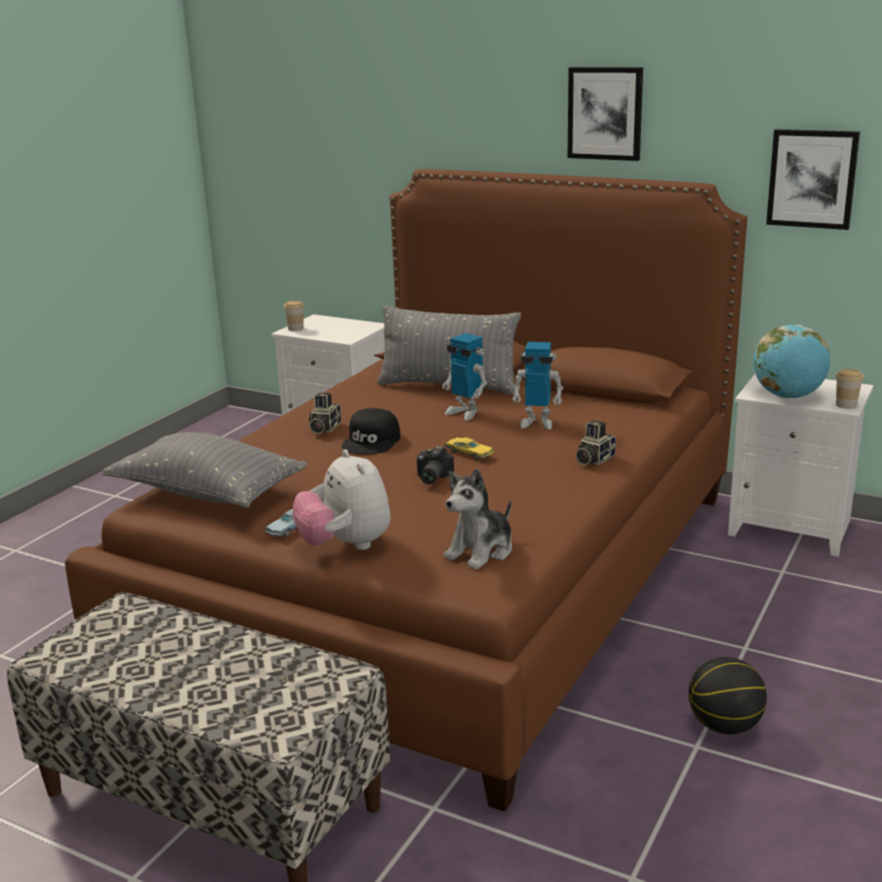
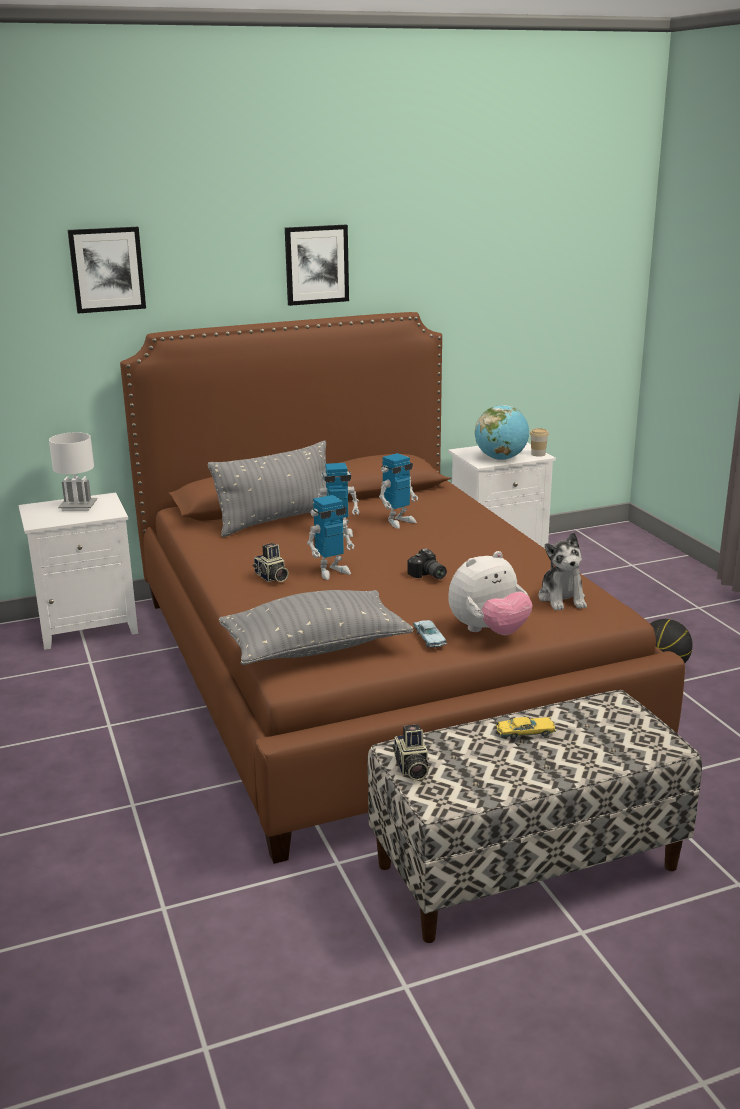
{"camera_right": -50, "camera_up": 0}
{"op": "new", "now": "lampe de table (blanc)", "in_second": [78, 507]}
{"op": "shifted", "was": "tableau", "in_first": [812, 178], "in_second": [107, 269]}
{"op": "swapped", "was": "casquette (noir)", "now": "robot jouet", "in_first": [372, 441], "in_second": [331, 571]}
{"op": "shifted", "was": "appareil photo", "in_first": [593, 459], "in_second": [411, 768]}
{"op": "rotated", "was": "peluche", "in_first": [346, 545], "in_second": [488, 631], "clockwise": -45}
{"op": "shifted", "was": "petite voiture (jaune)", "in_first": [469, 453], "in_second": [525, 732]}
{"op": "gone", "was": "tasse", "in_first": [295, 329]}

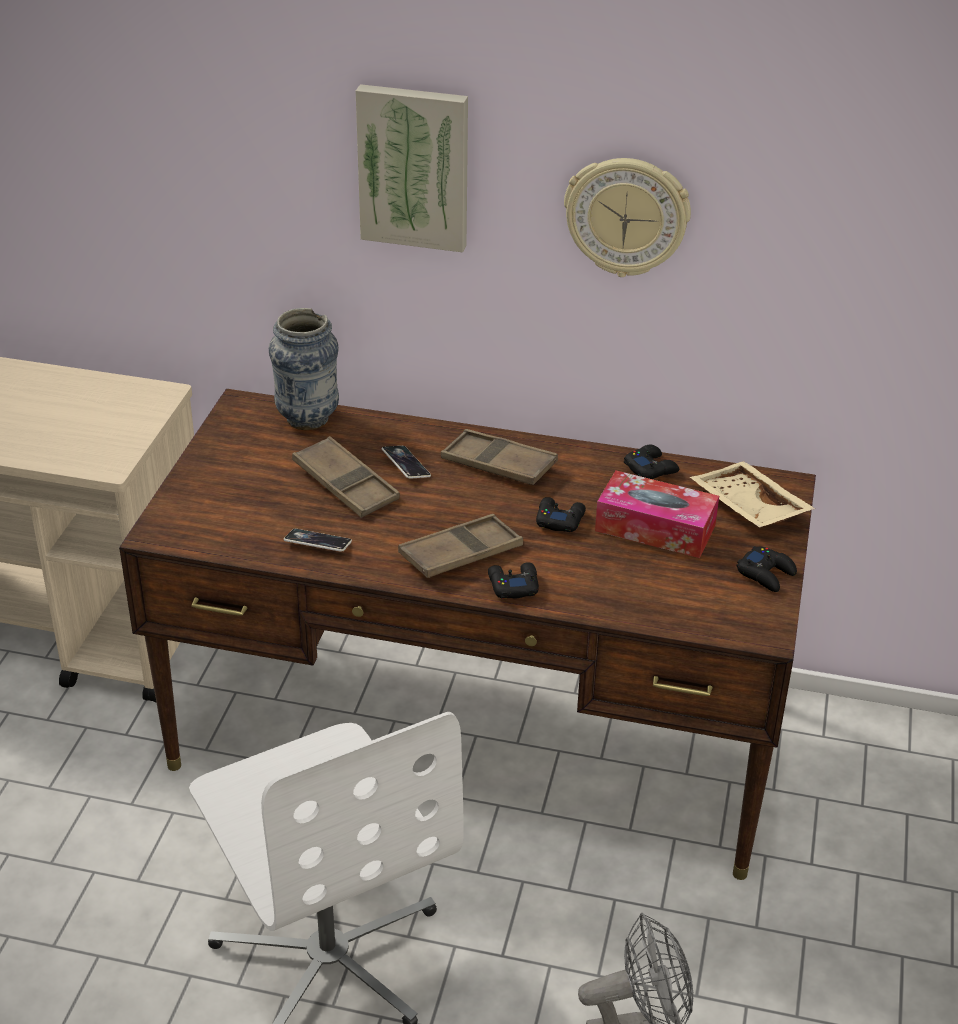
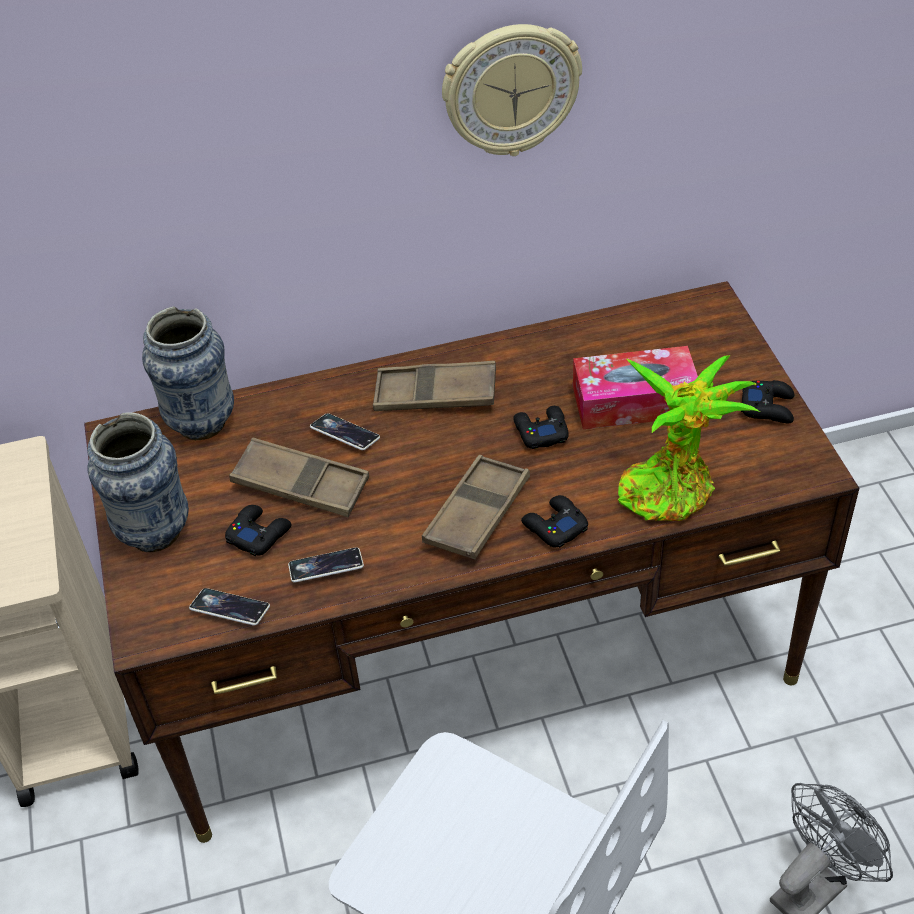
{"camera_right": -25, "camera_up": 10}
{"op": "new", "now": "vase", "in_second": [154, 532]}
{"op": "new", "now": "téléphone", "in_second": [230, 609]}
{"op": "shifted", "was": "manette (noir)", "in_first": [650, 468], "in_second": [258, 534]}
{"op": "new", "now": "plante en pot", "in_second": [671, 488]}
{"op": "gone", "was": "tableau", "in_first": [414, 166]}
{"op": "gone", "was": "plateau (beige)", "in_first": [747, 508]}

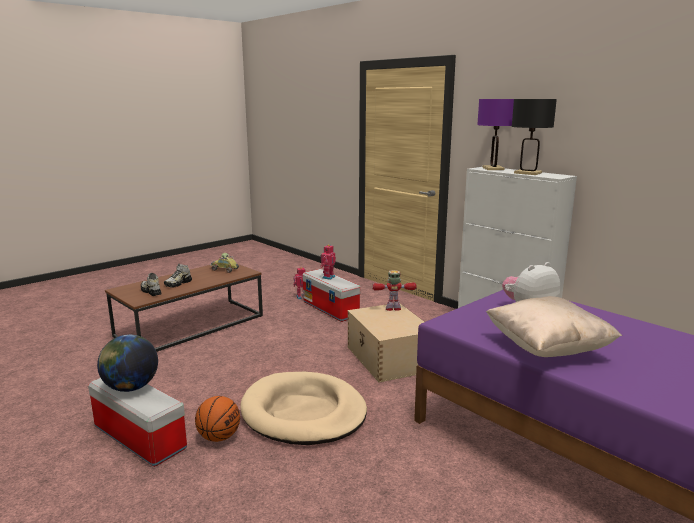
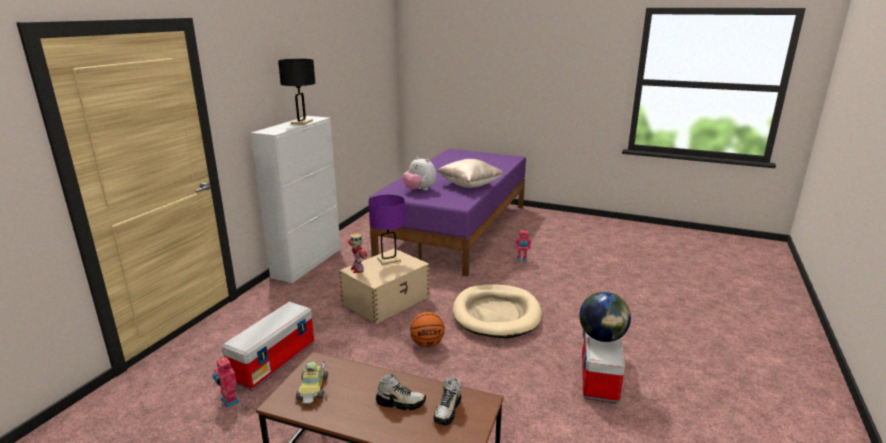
{"camera_right": -115, "camera_up": 5}
{"op": "shifted", "was": "lampe de table (violet)", "in_first": [493, 168], "in_second": [389, 260]}
{"op": "shifted", "was": "ballon de basket", "in_first": [219, 437], "in_second": [427, 344]}
{"op": "shifted", "was": "robot jouet", "in_first": [328, 277], "in_second": [522, 260]}

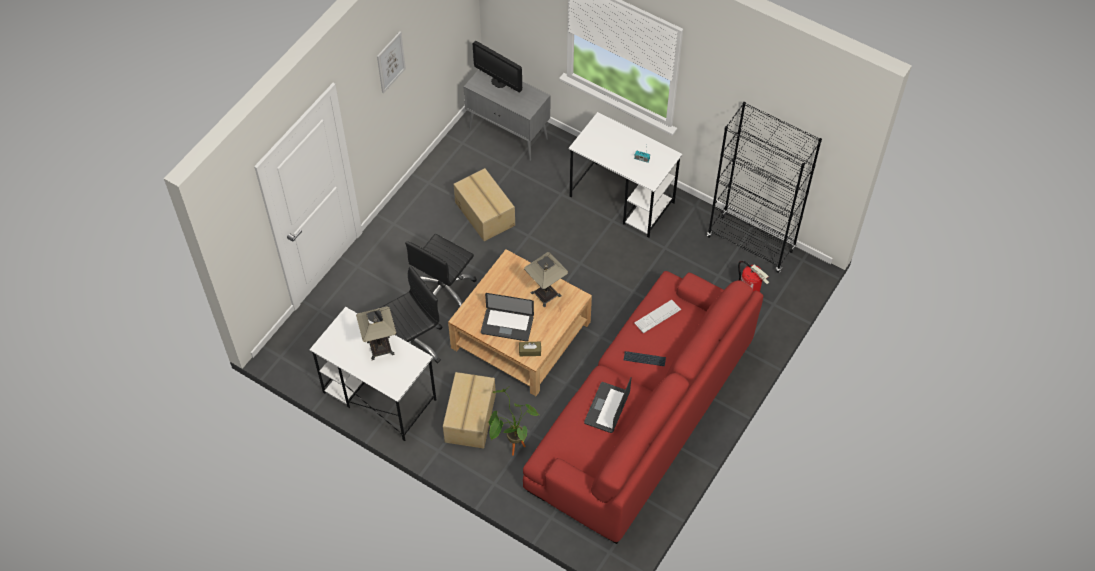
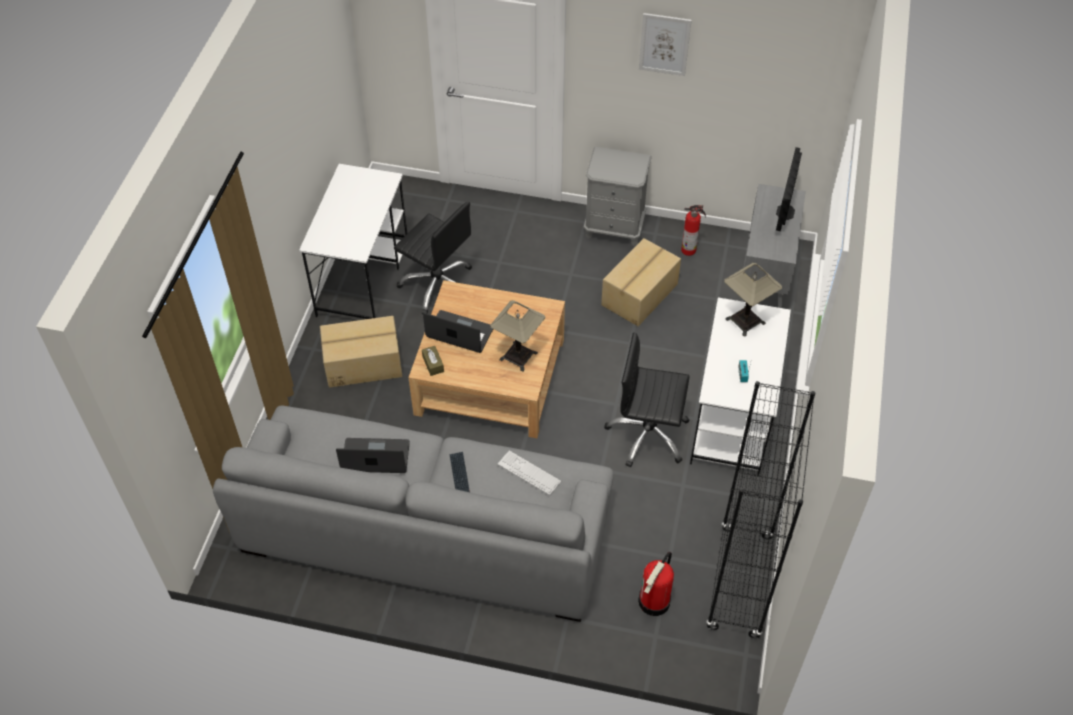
{"camera_right": 70, "camera_up": -5}
{"op": "repainted", "was": "canapé (rouge)", "now": "canapé (gris)", "in_first": [641, 415], "in_second": [426, 528]}
{"op": "rotated", "was": "ordinateur portable", "in_first": [507, 325], "in_second": [460, 333], "clockwise": 120}
{"op": "new", "now": "table de chevet (gris)", "in_second": [614, 228]}
{"op": "shifted", "was": "chaise de bureau (noir)", "in_first": [444, 290], "in_second": [648, 435]}
{"op": "new", "now": "extincteur", "in_second": [689, 250]}
{"op": "shifted", "was": "lampe de table", "in_first": [380, 348], "in_second": [745, 321]}
{"op": "gone", "was": "plante en pot", "in_first": [511, 447]}

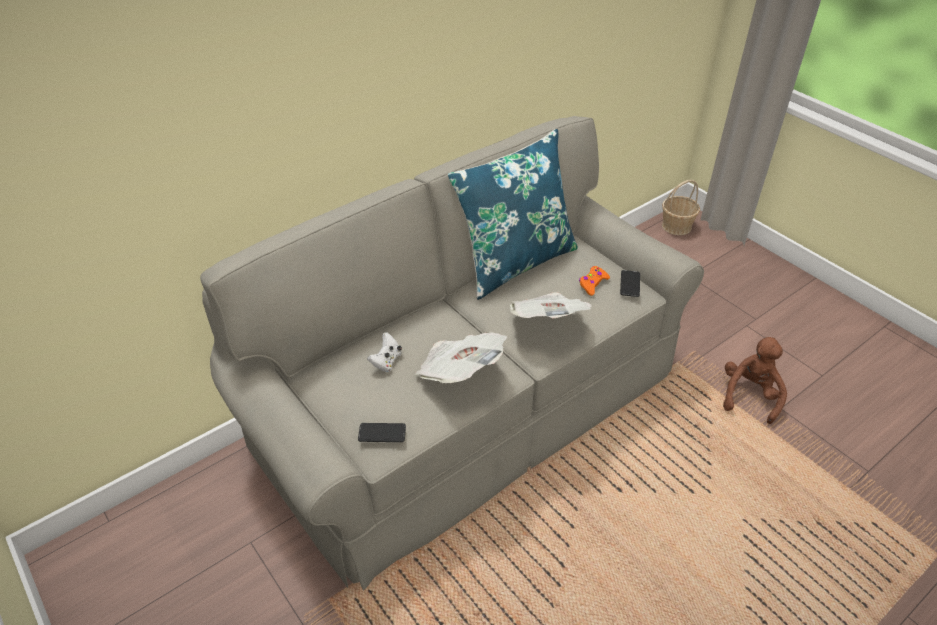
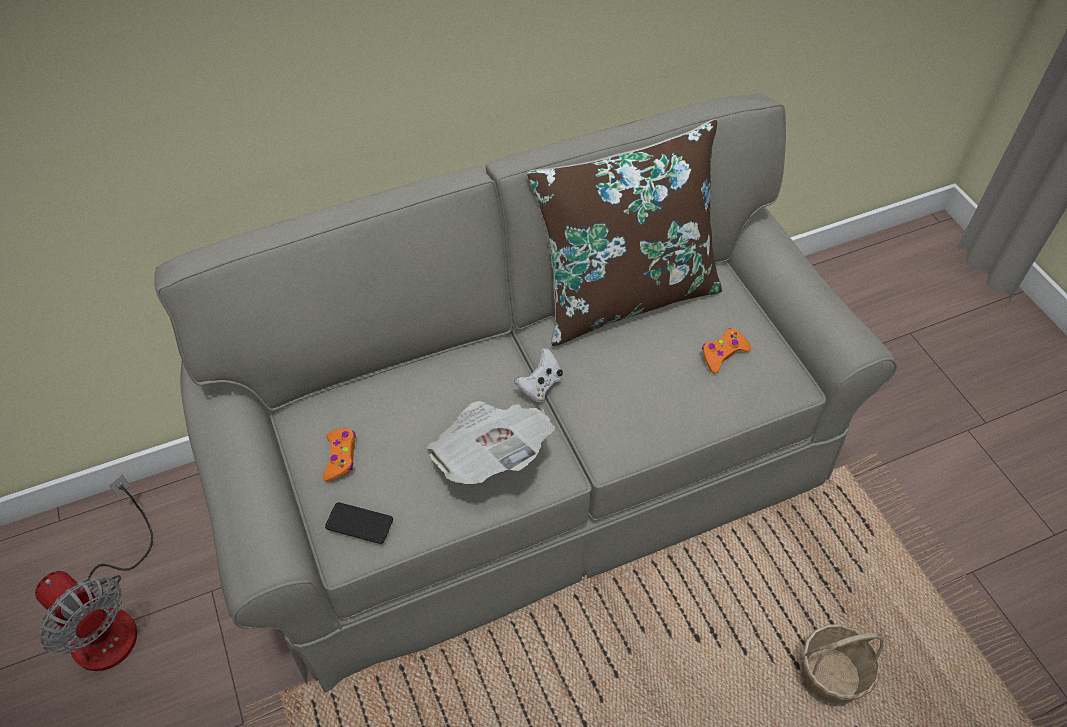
{"camera_right": 15, "camera_up": 10}
{"op": "new", "now": "ventilateur", "in_second": [111, 616]}
{"op": "new", "now": "manette (orange)", "in_second": [341, 457]}
{"op": "shifted", "was": "manette (blanc)", "in_first": [386, 361], "in_second": [540, 385]}
{"op": "repainted", "was": "coussin (bleu)", "now": "coussin (marron)", "in_first": [514, 262], "in_second": [625, 295]}
{"op": "shifted", "was": "panier", "in_first": [677, 226], "in_second": [830, 677]}
{"op": "gone", "was": "journal", "in_first": [548, 322]}
{"op": "gone", "was": "téléphone", "in_first": [630, 284]}
{"op": "gone", "was": "peluche (marron)", "in_first": [750, 395]}

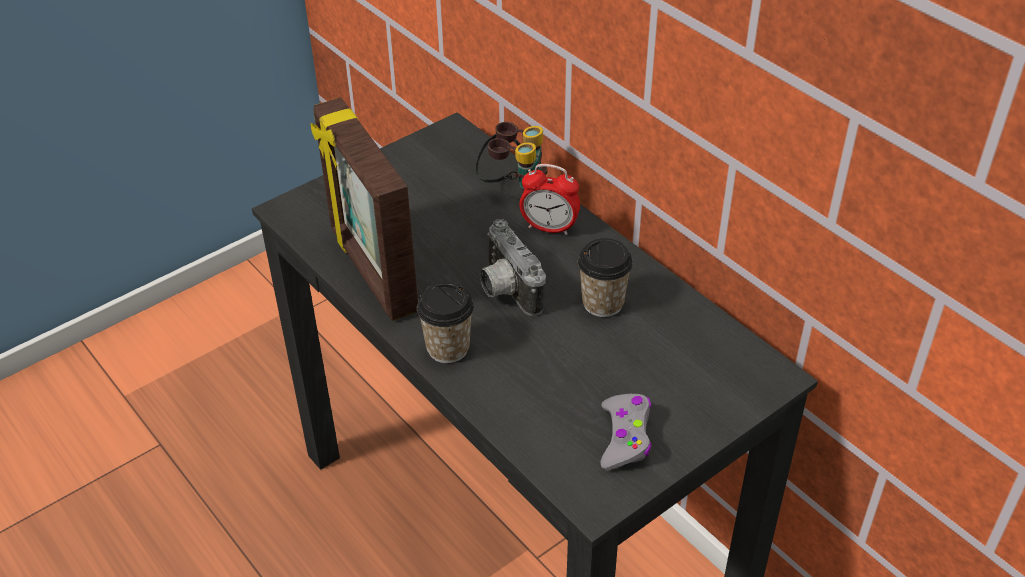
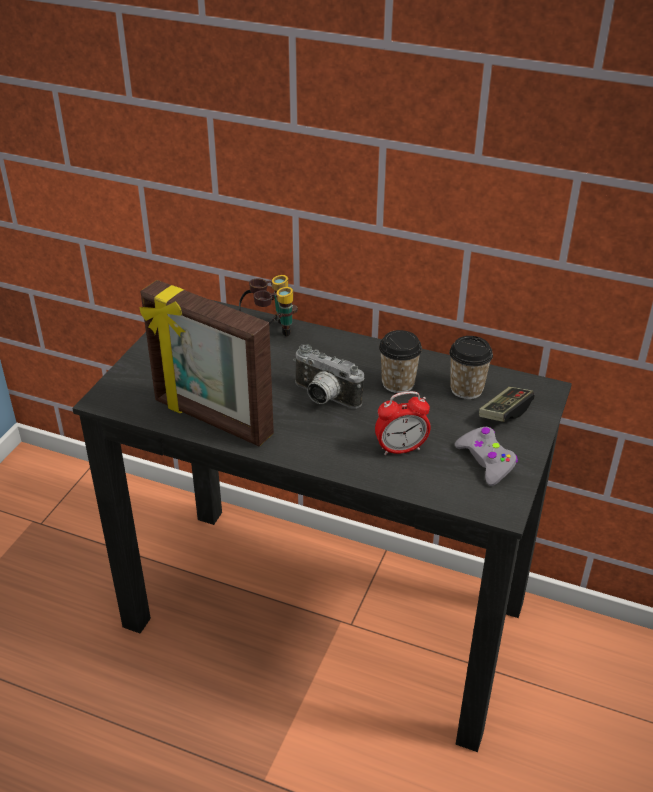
{"camera_right": -30, "camera_up": -5}
{"op": "shifted", "was": "réveil", "in_first": [549, 228], "in_second": [401, 449]}
{"op": "shifted", "was": "tasse", "in_first": [448, 348], "in_second": [466, 389]}
{"op": "new", "now": "manette", "in_second": [505, 413]}

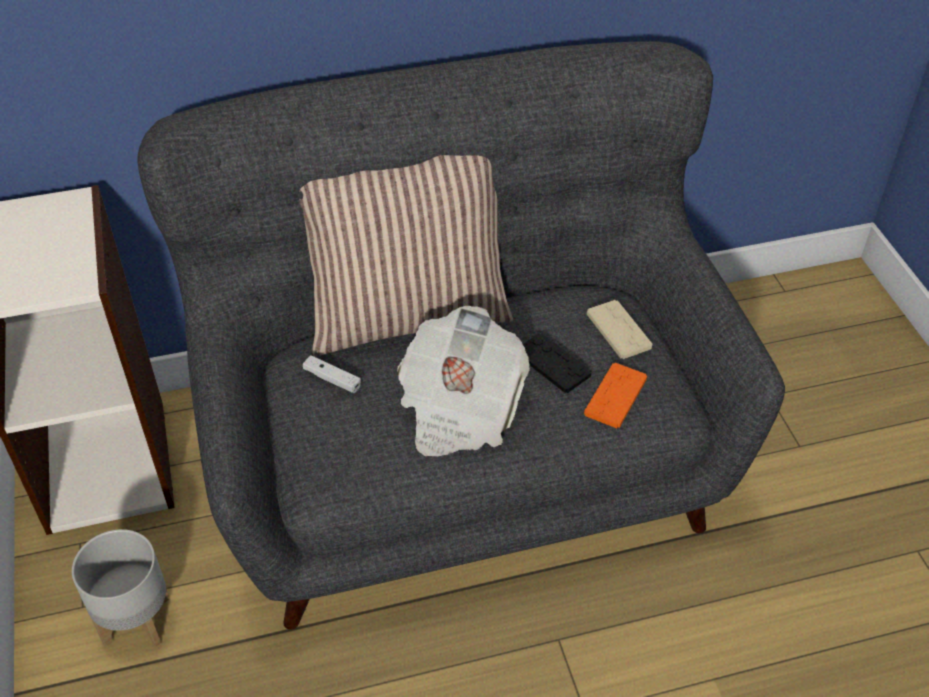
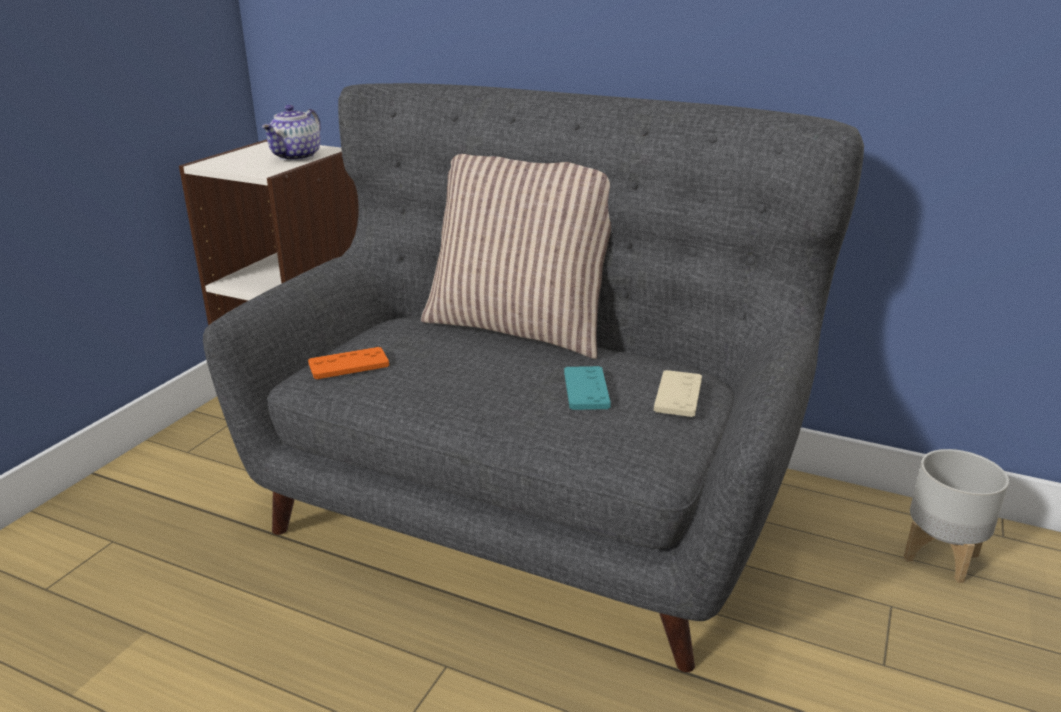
{"camera_right": 40, "camera_up": -20}
{"op": "new", "now": "théière", "in_second": [296, 157]}
{"op": "shifted", "was": "manette (orange)", "in_first": [615, 396], "in_second": [348, 365]}
{"op": "repainted", "was": "manette (noir)", "now": "manette (turquoise)", "in_first": [553, 364], "in_second": [586, 389]}
{"op": "shifted", "was": "cache-pot (gris)", "in_first": [135, 620], "in_second": [939, 556]}
{"op": "gone", "was": "manette (blanc)", "in_first": [332, 379]}
{"op": "gone", "was": "journal", "in_first": [459, 408]}

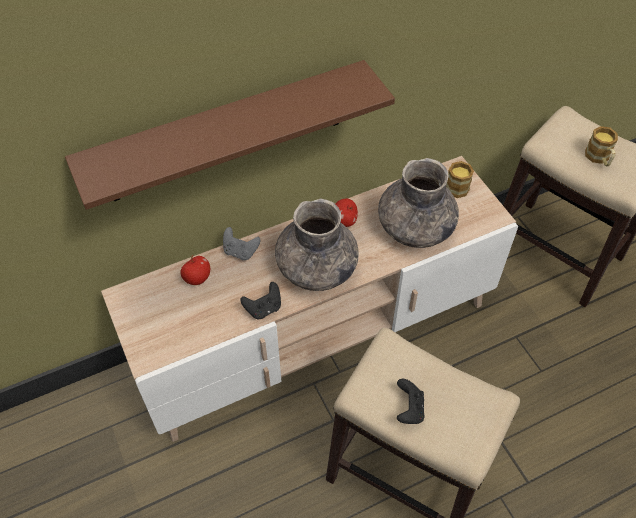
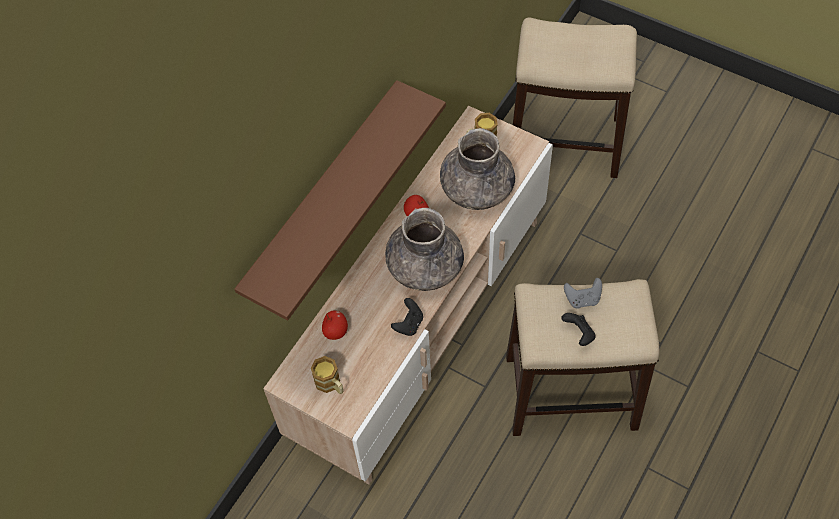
{"camera_right": -30, "camera_up": 5}
{"op": "shifted", "was": "mug", "in_first": [599, 158], "in_second": [331, 384]}
{"op": "shifted", "was": "manette (gris)", "in_first": [240, 251], "in_second": [582, 299]}

